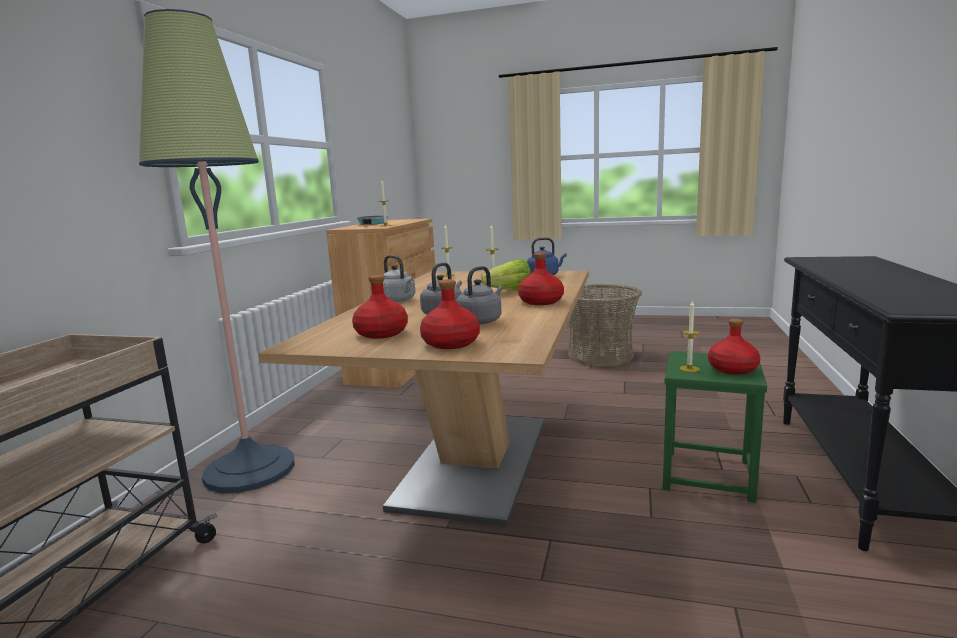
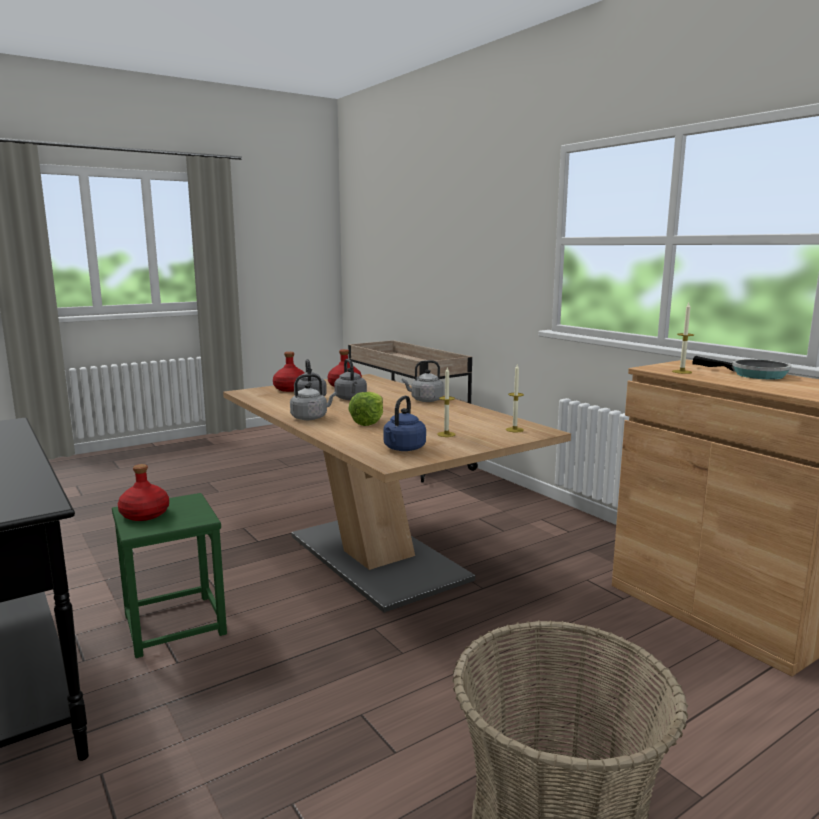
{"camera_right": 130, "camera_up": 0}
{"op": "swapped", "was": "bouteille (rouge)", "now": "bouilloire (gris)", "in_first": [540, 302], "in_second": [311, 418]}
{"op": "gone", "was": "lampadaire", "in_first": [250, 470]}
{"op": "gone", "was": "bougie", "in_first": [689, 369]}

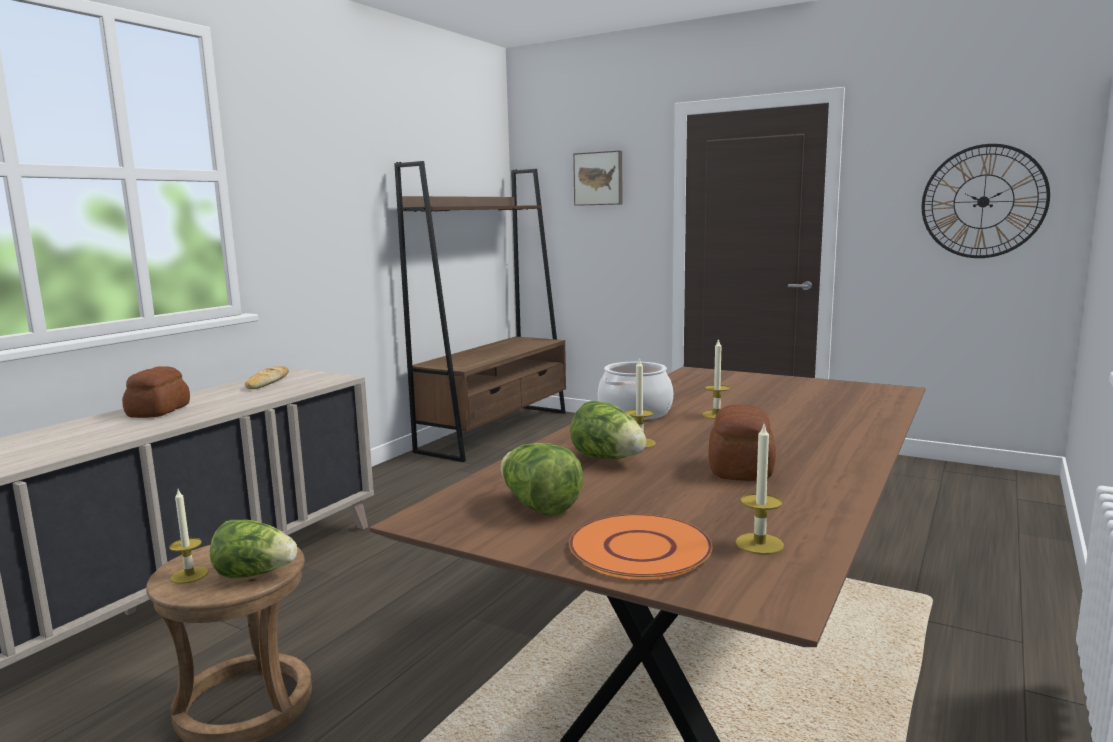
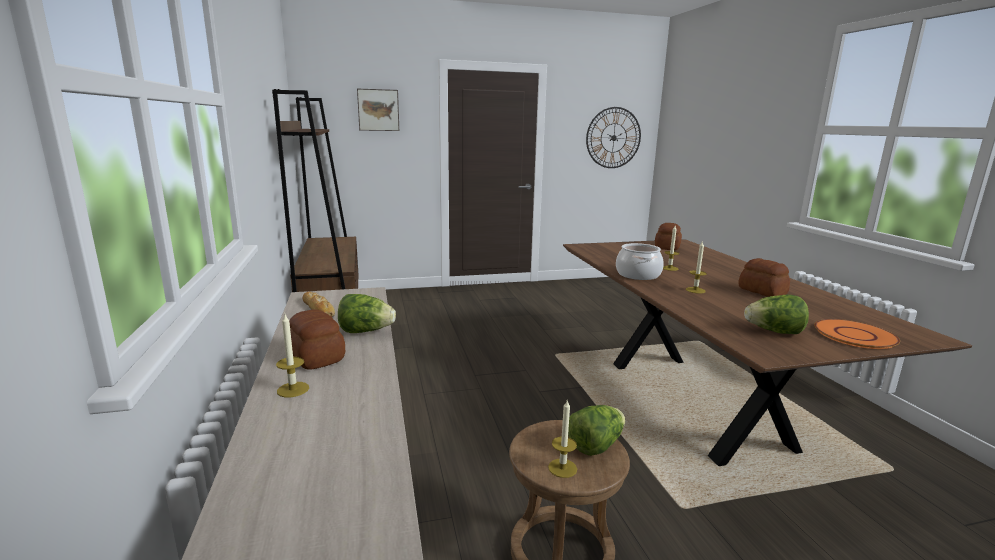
{"camera_right": -45, "camera_up": 5}
{"op": "shifted", "was": "bougie", "in_first": [759, 544], "in_second": [293, 389]}
{"op": "shifted", "was": "laitue", "in_first": [608, 459], "in_second": [366, 331]}
{"op": "new", "now": "pain", "in_second": [667, 247]}

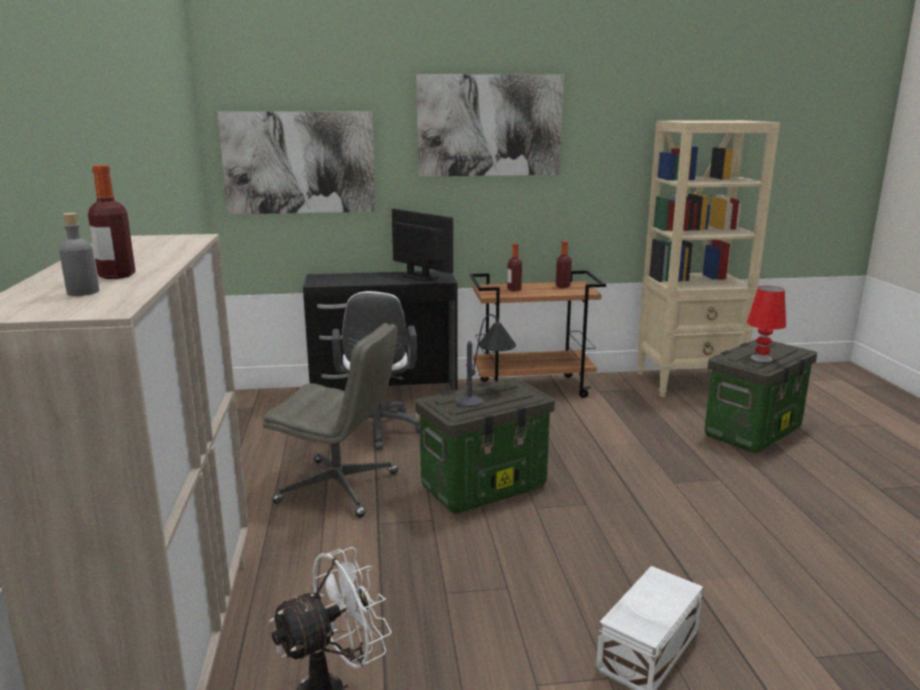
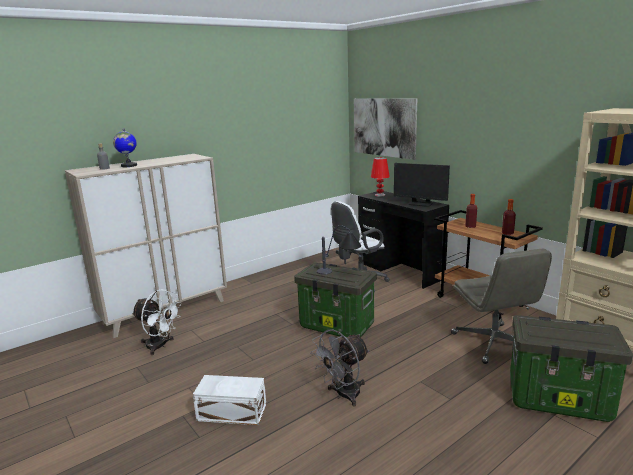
{"camera_right": 60, "camera_up": 0}
{"op": "swapped", "was": "bouteille", "now": "globe", "in_first": [117, 276], "in_second": [129, 166]}
{"op": "new", "now": "ventilateur (gris)", "in_second": [343, 395]}
{"op": "shifted", "was": "lampe de table (rouge)", "in_first": [761, 358], "in_second": [380, 195]}
{"op": "rotated", "was": "écran d'ordinateur", "in_first": [420, 276], "in_second": [420, 204], "clockwise": 105}
{"op": "shifted", "was": "chaise de bureau (gris)", "in_first": [339, 488], "in_second": [494, 343]}
{"op": "gone", "was": "tableau", "in_first": [489, 125]}

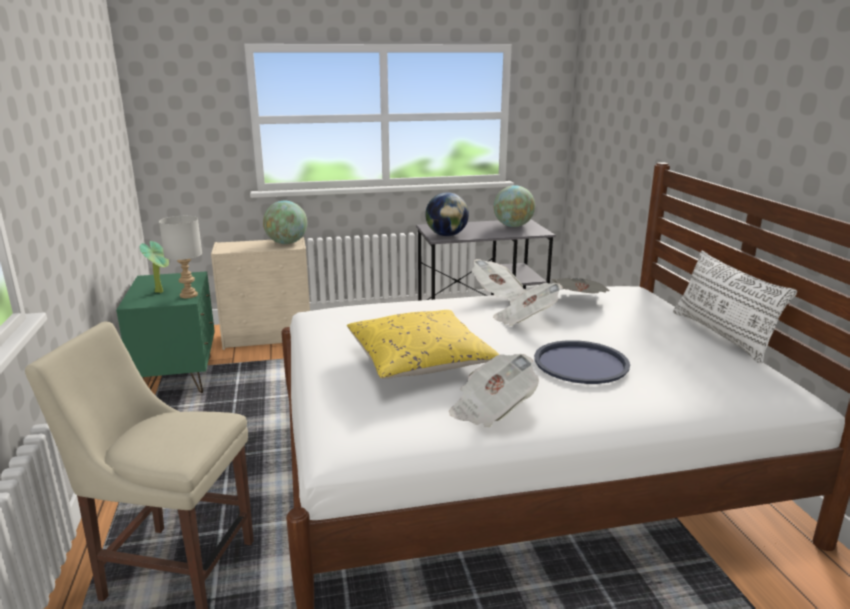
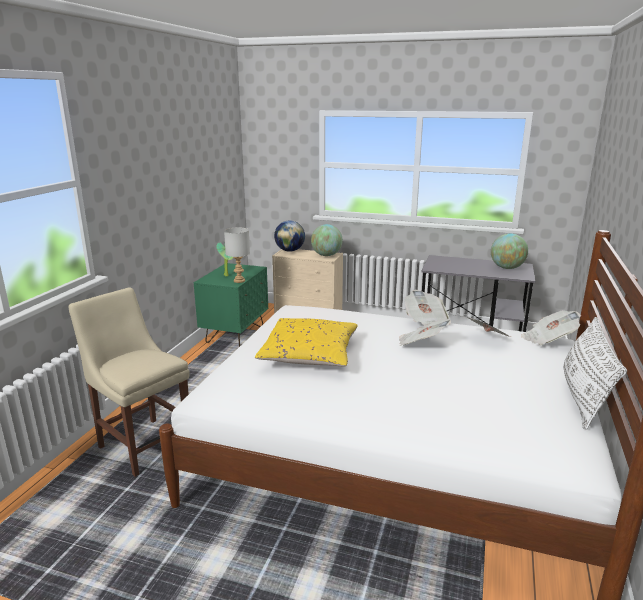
{"camera_right": 30, "camera_up": 0}
{"op": "shifted", "was": "globe", "in_first": [446, 235], "in_second": [290, 250]}
{"op": "shifted", "was": "journal", "in_first": [491, 410], "in_second": [548, 340]}
{"op": "gone", "was": "plateau (bleu)", "in_first": [581, 363]}

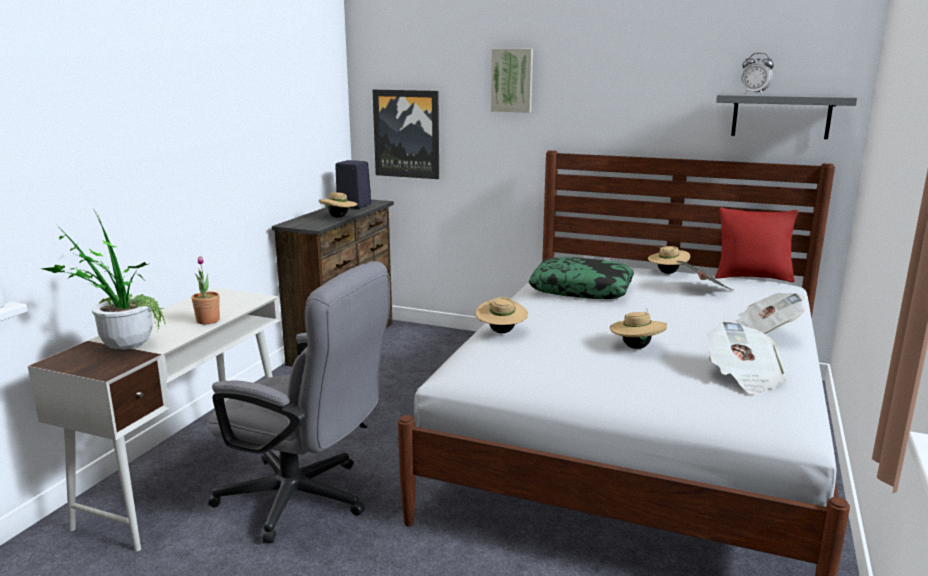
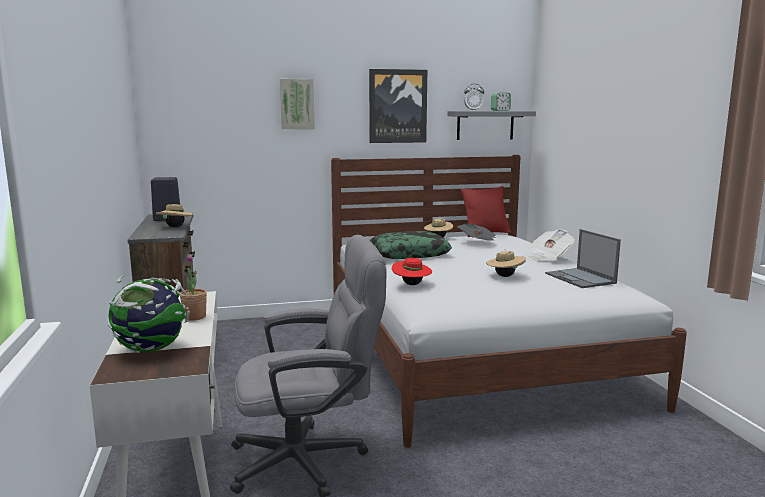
{"camera_right": -35, "camera_up": -5}
{"op": "swapped", "was": "plante en pot", "now": "globe", "in_first": [119, 345], "in_second": [151, 349]}
{"op": "shifted", "was": "tableau", "in_first": [407, 134], "in_second": [397, 106]}
{"op": "repainted", "was": "chapeau (beige)", "now": "chapeau (rouge)", "in_first": [501, 332], "in_second": [411, 284]}
{"op": "new", "now": "réveil", "in_second": [500, 110]}
{"op": "swapped", "was": "journal", "now": "ordinateur portable", "in_first": [743, 377], "in_second": [581, 278]}

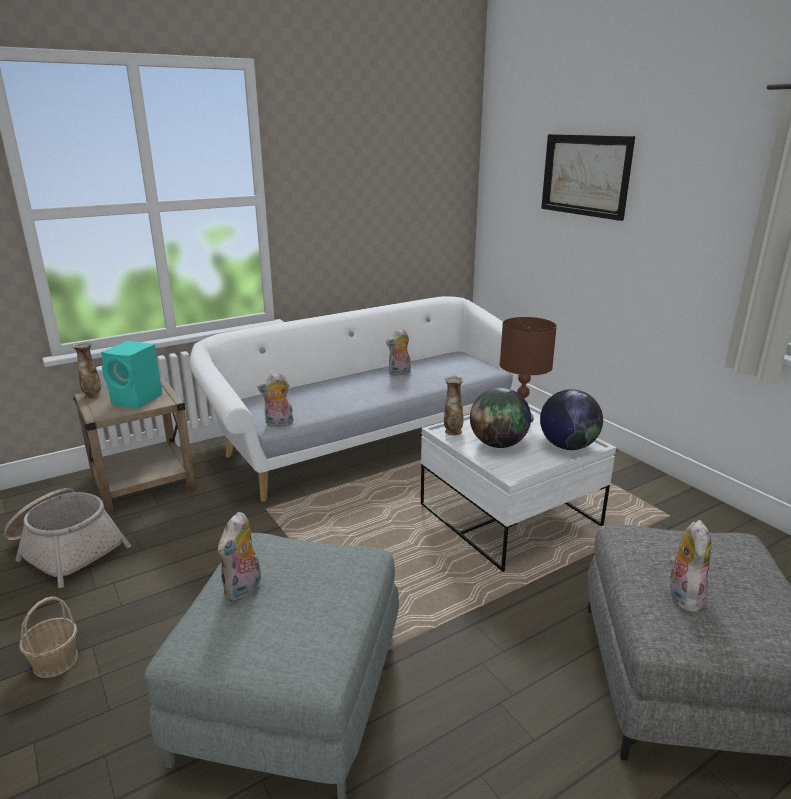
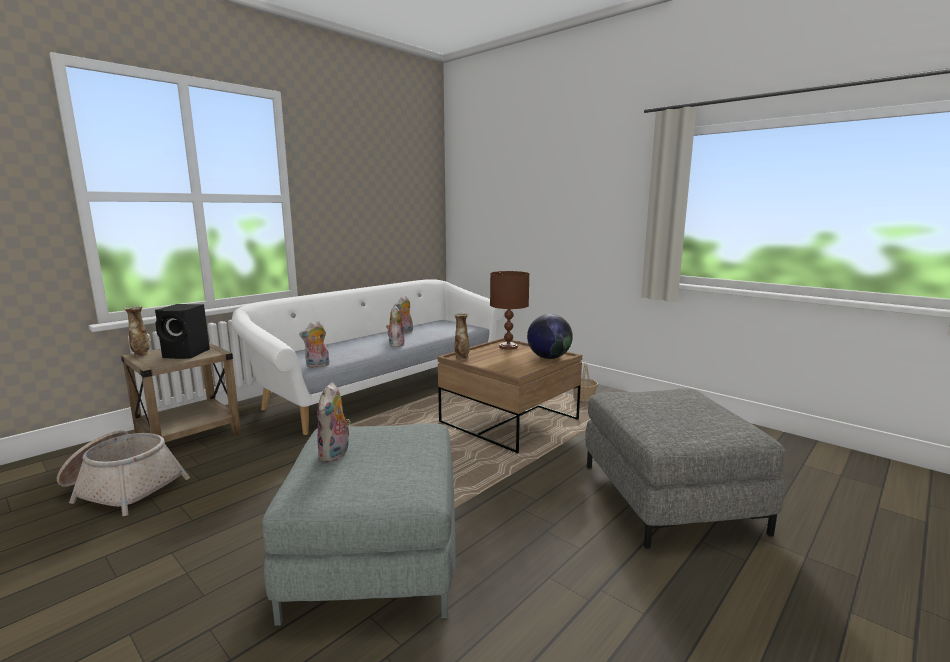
{"camera_right": -15, "camera_up": -10}
{"op": "repainted", "was": "enceinte (turquoise)", "now": "enceinte (noir)", "in_first": [138, 400], "in_second": [187, 354]}
{"op": "shifted", "was": "peluche", "in_first": [682, 595], "in_second": [395, 344]}
{"op": "repainted", "was": "table basse (blanc)", "now": "table basse (marron)", "in_first": [509, 515], "in_second": [509, 421]}
{"op": "shifted", "was": "panier", "in_first": [55, 661], "in_second": [583, 398]}
{"op": "gone", "was": "globe", "in_first": [498, 444]}
{"op": "gone", "was": "tableau", "in_first": [585, 175]}

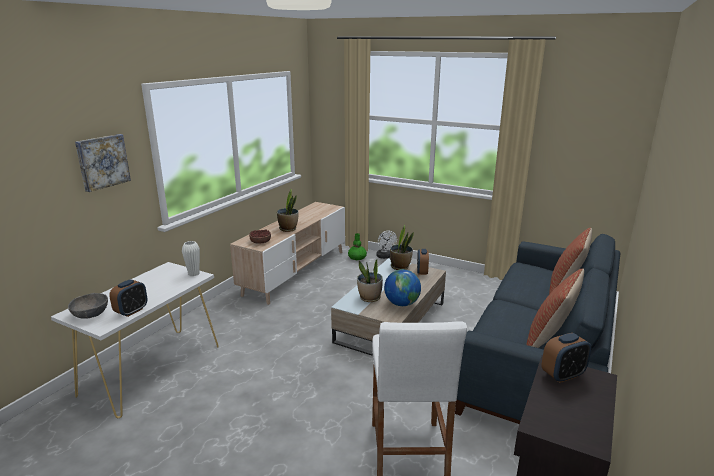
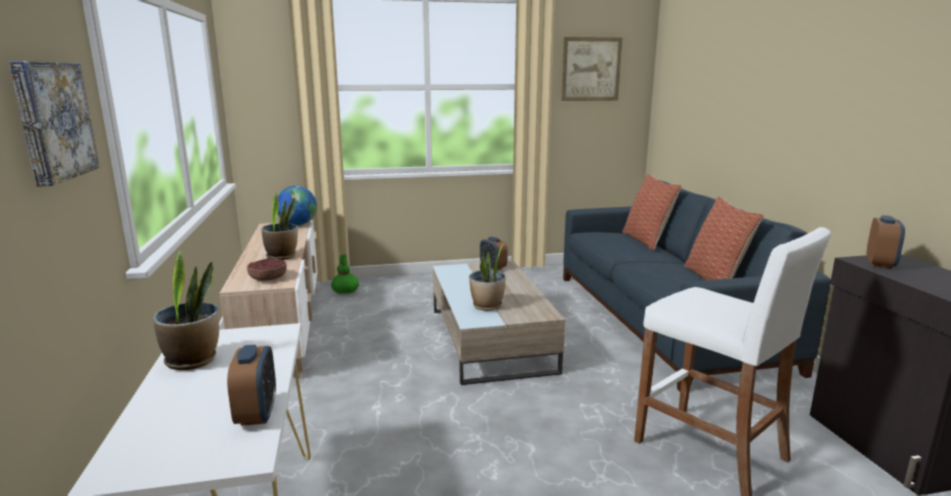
{"camera_right": -40, "camera_up": -5}
{"op": "shifted", "was": "plante en pot", "in_first": [400, 267], "in_second": [193, 360]}
{"op": "shifted", "was": "globe", "in_first": [401, 304], "in_second": [297, 225]}
{"op": "new", "now": "tableau", "in_second": [591, 69]}
{"op": "gone", "was": "bol (gris)", "in_first": [91, 314]}
{"op": "gone", "was": "vase (blanc)", "in_first": [194, 274]}
{"op": "gone", "was": "ventilateur (blanc)", "in_first": [385, 257]}

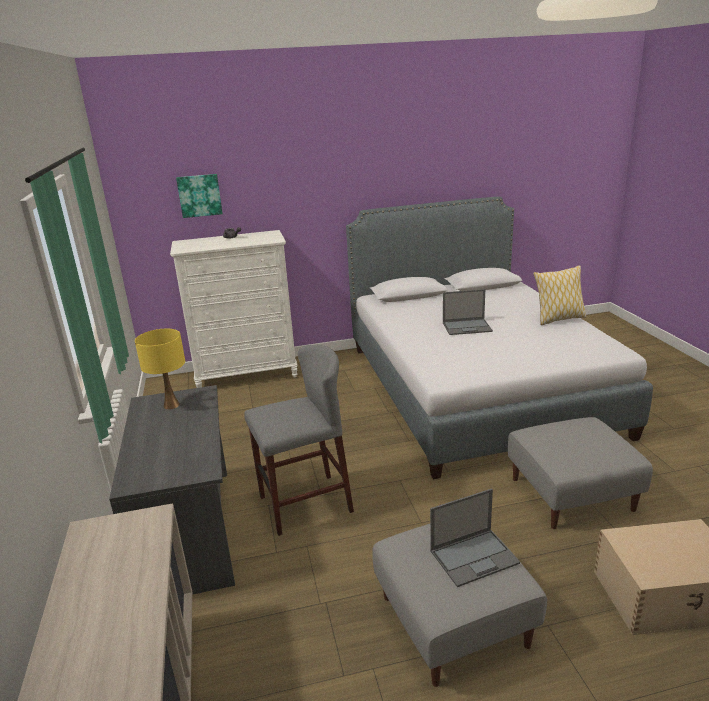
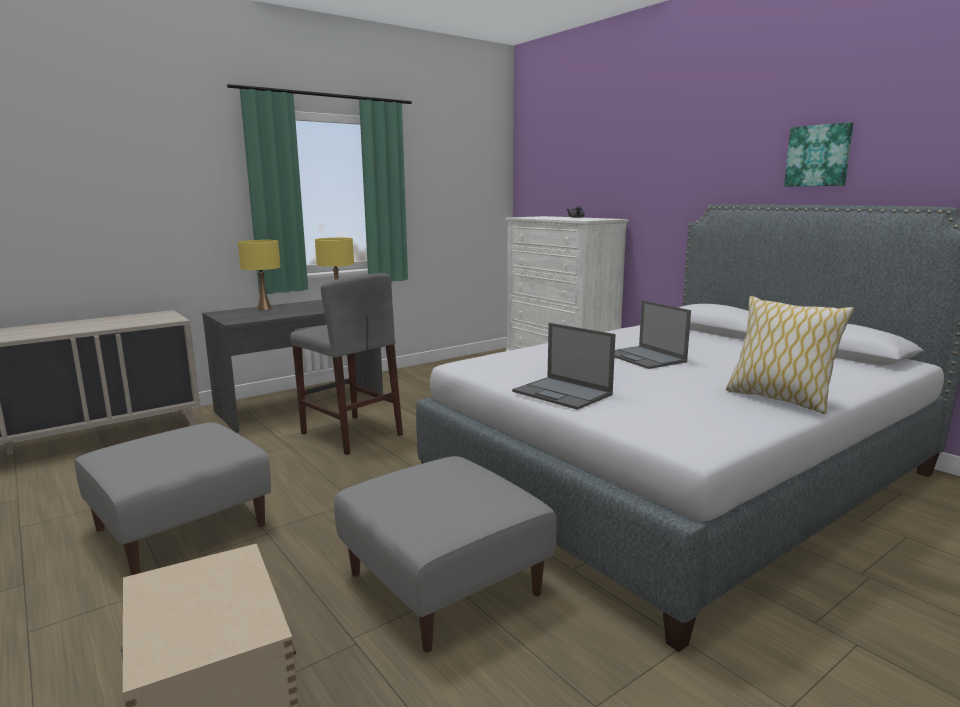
{"camera_right": 65, "camera_up": -10}
{"op": "new", "now": "lampe de table (jaune)", "in_second": [264, 308]}
{"op": "shifted", "was": "ordinateur portable", "in_first": [474, 556], "in_second": [563, 393]}
{"op": "shifted", "was": "tableau", "in_first": [199, 195], "in_second": [818, 156]}

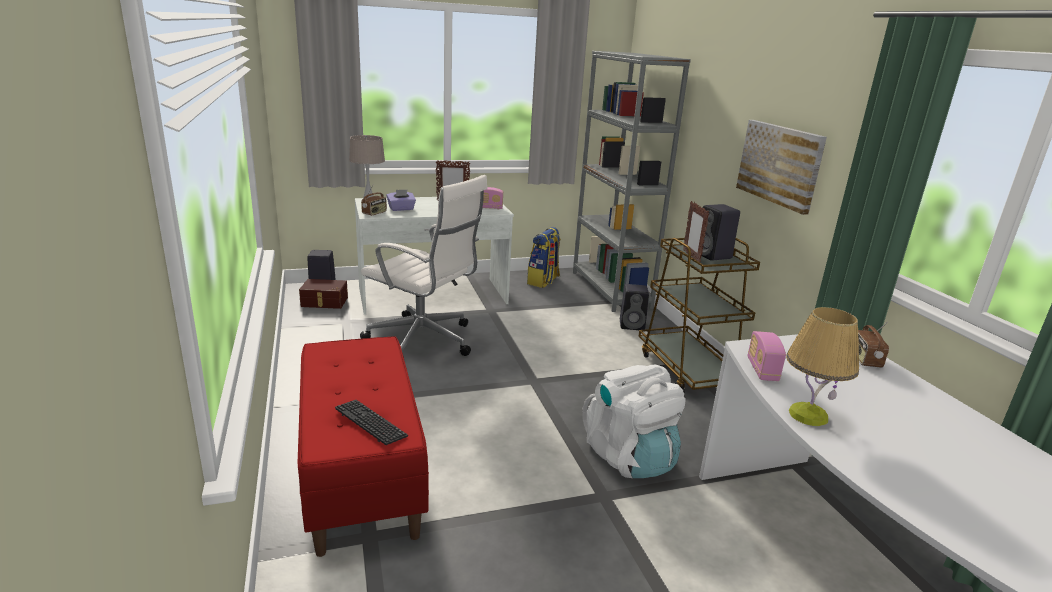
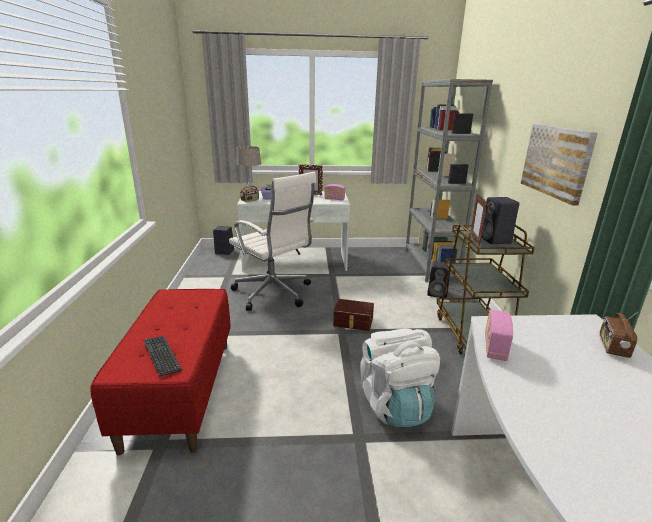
{"camera_right": 15, "camera_up": 0}
{"op": "shifted", "was": "boîte de rangement (marron)", "in_first": [324, 302], "in_second": [353, 322]}
{"op": "gone", "was": "sac à dos", "in_first": [543, 281]}
{"op": "gone", "was": "lampe de table", "in_first": [807, 415]}

